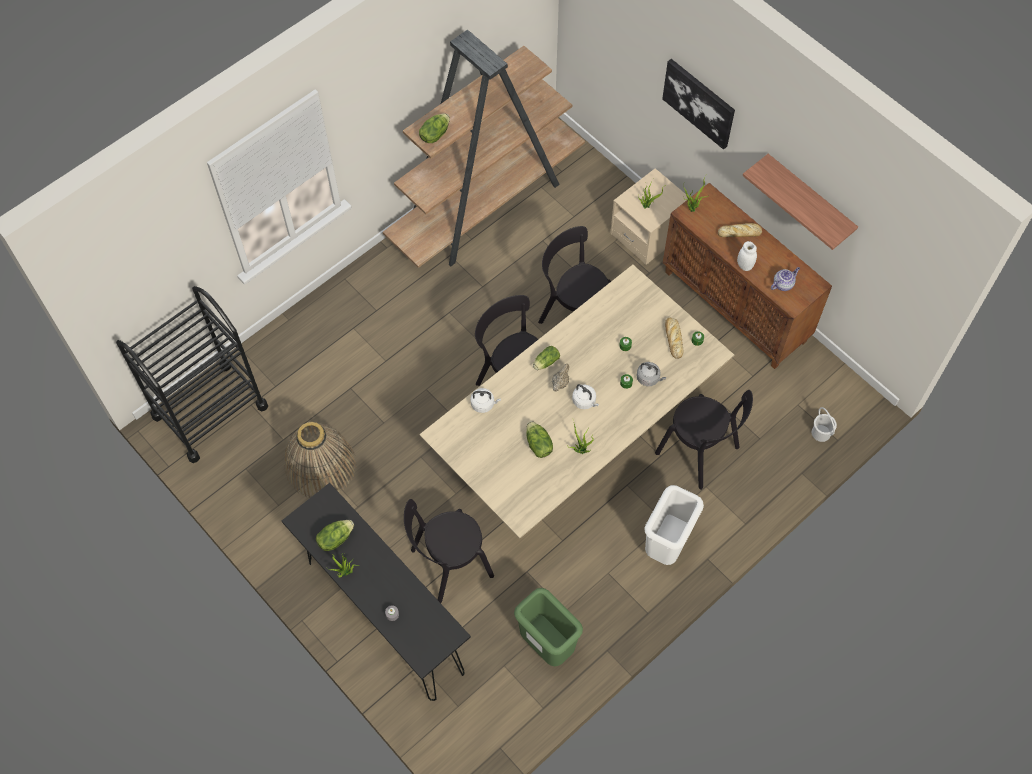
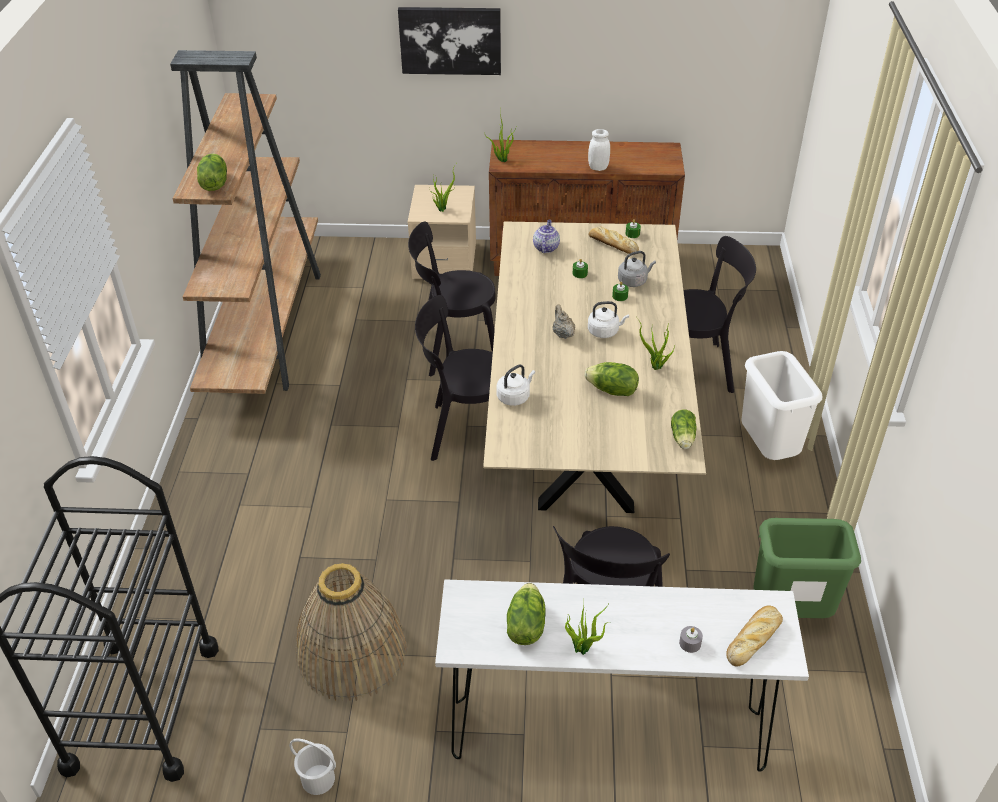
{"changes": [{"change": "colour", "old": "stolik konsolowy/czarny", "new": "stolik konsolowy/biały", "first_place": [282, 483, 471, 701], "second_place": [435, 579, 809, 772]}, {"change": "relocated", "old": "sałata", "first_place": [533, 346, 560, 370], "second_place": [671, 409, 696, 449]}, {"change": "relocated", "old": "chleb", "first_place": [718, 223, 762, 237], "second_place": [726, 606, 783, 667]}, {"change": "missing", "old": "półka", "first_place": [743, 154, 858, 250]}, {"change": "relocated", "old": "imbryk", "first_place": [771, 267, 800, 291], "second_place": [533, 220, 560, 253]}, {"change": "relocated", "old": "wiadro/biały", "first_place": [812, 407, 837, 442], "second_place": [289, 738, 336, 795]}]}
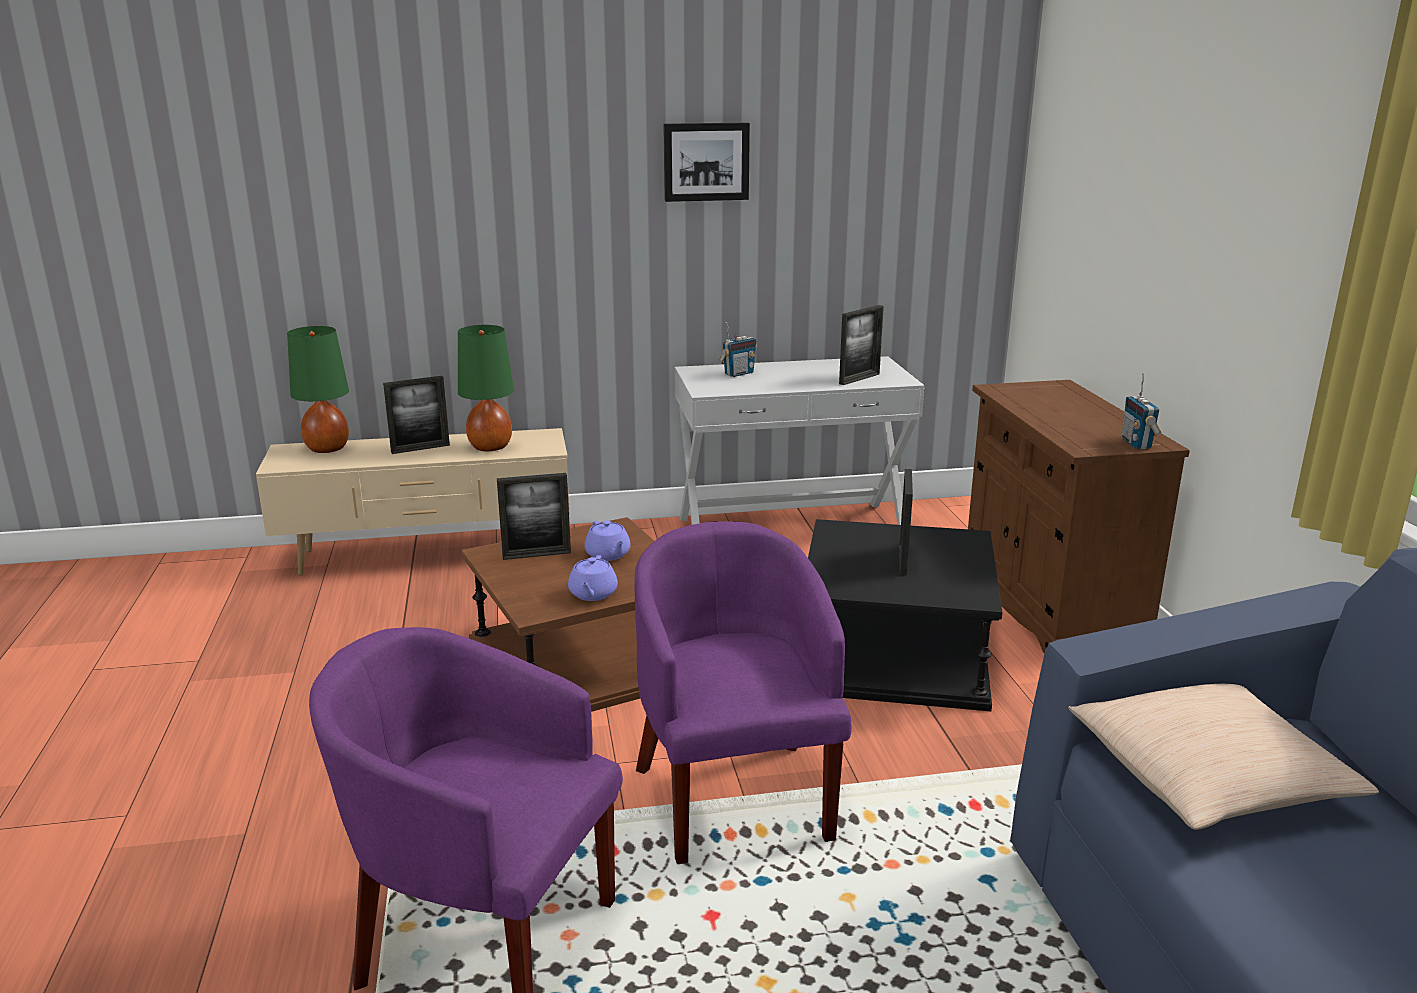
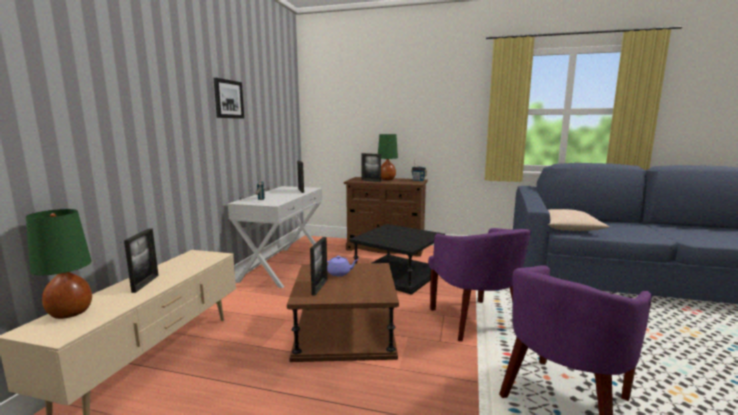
{"changes": [{"change": "relocated", "old": "lampa stołowa/zielony", "first_place": [458, 325, 514, 452], "second_place": [378, 134, 398, 180]}, {"change": "missing", "old": "imbryk/fioletowy", "first_place": [568, 555, 618, 601]}, {"change": "spun", "old": "fotel/fioletowy", "first_place": [635, 521, 851, 864], "second_place": [428, 228, 531, 341], "degrees": -120}, {"change": "relocated", "old": "ramka na zdjęcie", "first_place": [899, 469, 913, 575], "second_place": [361, 153, 381, 182]}]}
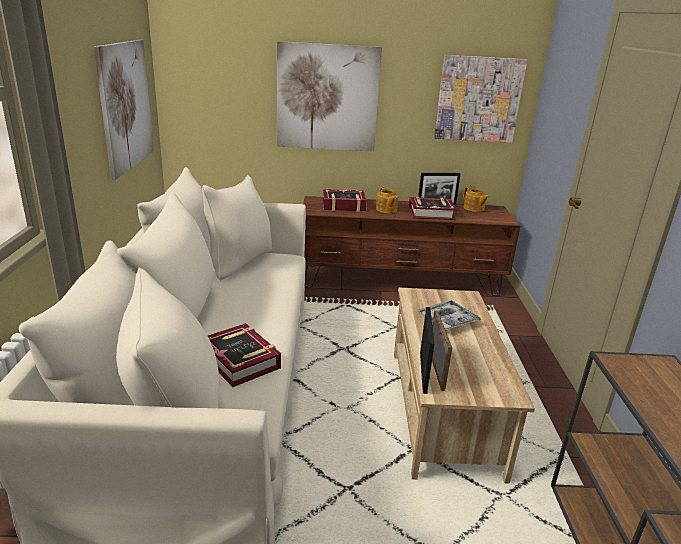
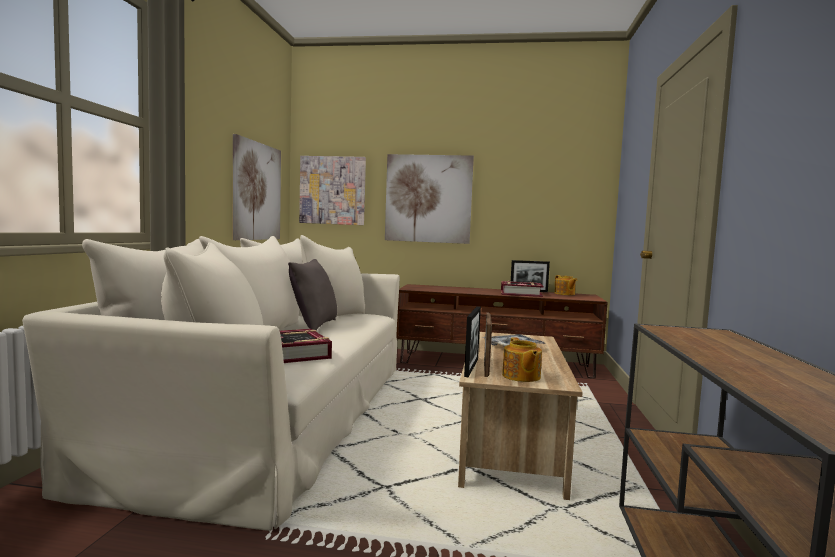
{"changes": [{"change": "missing", "old": "książka", "first_place": [323, 189, 367, 212]}, {"change": "relocated", "old": "imbryk", "first_place": [376, 187, 398, 213], "second_place": [502, 338, 542, 382]}, {"change": "relocated", "old": "obraz", "first_place": [434, 55, 527, 143], "second_place": [299, 156, 366, 225]}, {"change": "appeared", "new": "poduszka/szary", "second_place": [288, 259, 337, 330]}]}
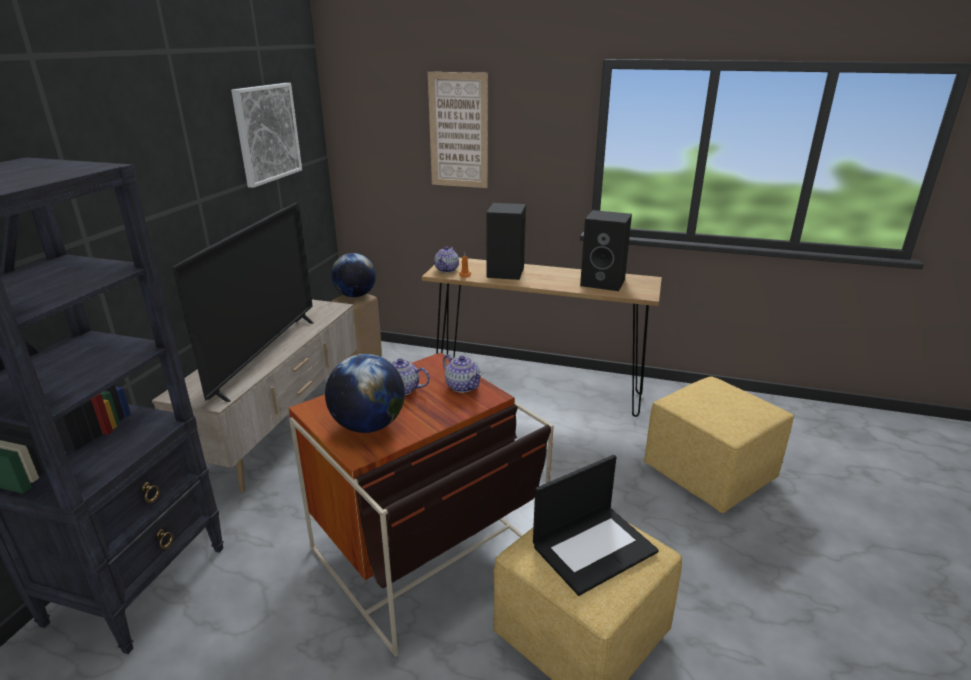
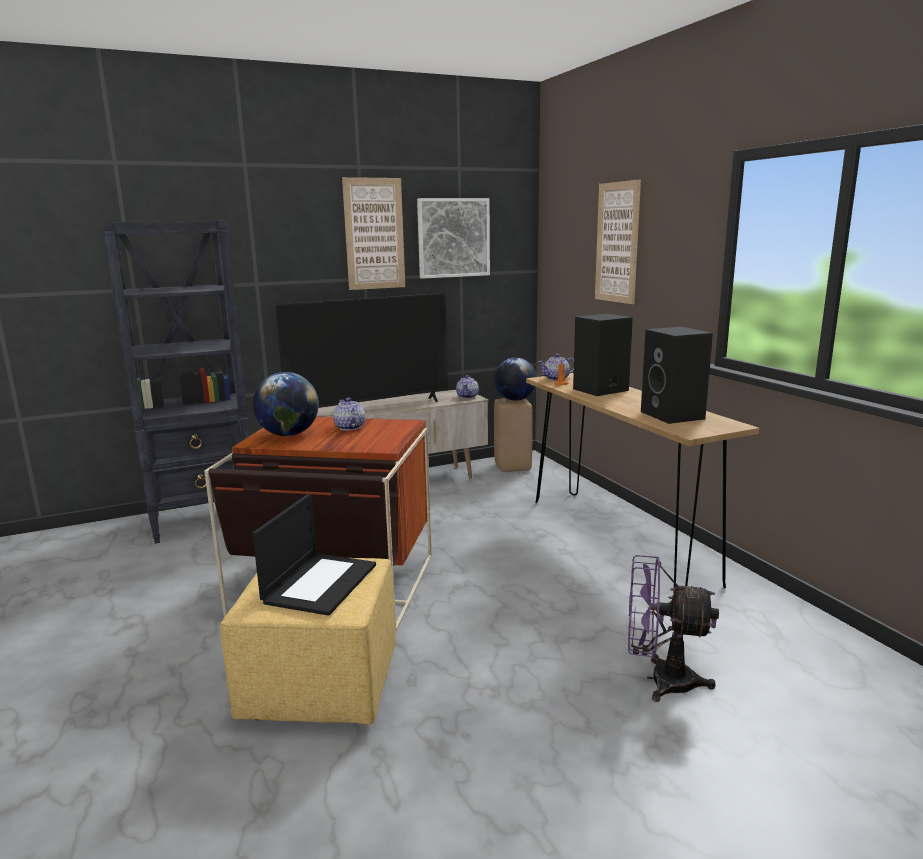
{"changes": [{"change": "relocated", "old": "imbryk", "first_place": [443, 354, 483, 393], "second_place": [456, 375, 479, 399]}, {"change": "spun", "old": "laptop", "first_place": [533, 455, 659, 596], "second_place": [253, 493, 376, 616], "degrees": -90}, {"change": "exchanged", "old": "pufa/żółty", "new": "wentylator/fioletowy", "first_place": [644, 376, 794, 513], "second_place": [628, 555, 719, 702]}, {"change": "appeared", "new": "obraz", "second_place": [342, 177, 405, 290]}]}
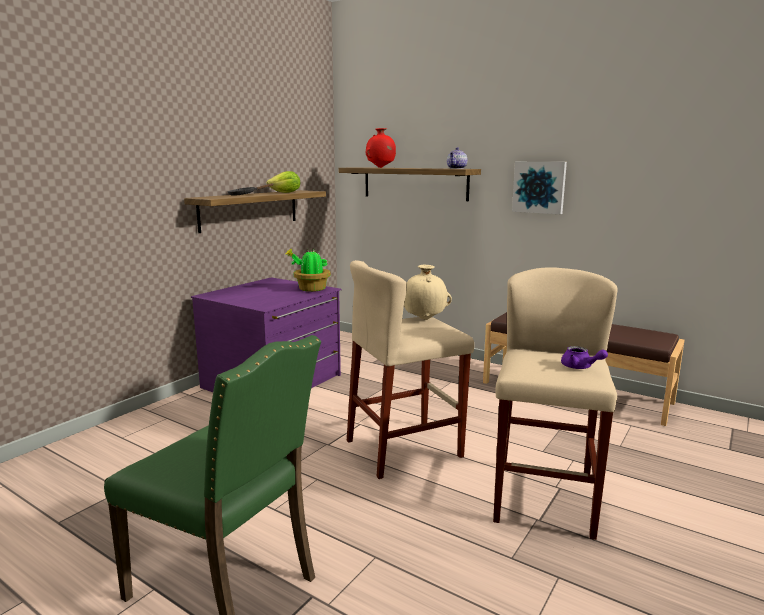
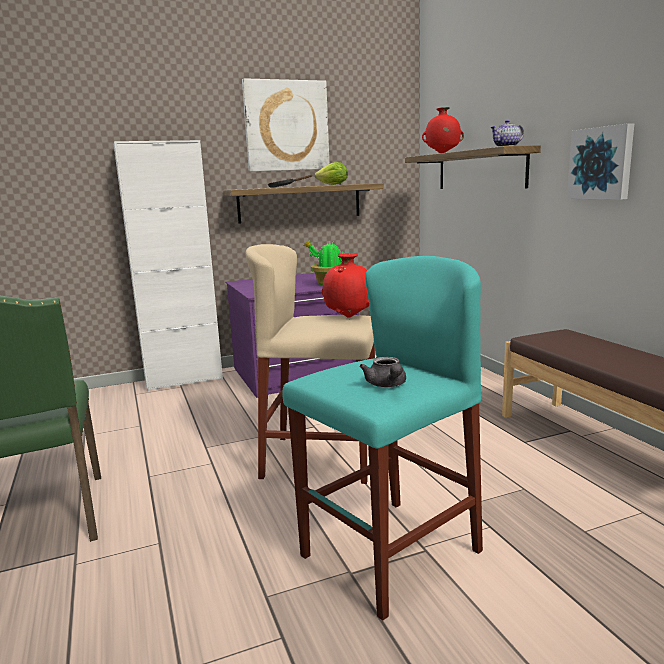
{"changes": [{"change": "colour", "old": "wazon/beżowy", "new": "wazon/czerwony", "first_place": [404, 265, 452, 320], "second_place": [322, 253, 369, 318]}, {"change": "colour", "old": "stołek/beżowy", "new": "stołek/turkusowy", "first_place": [493, 267, 618, 540], "second_place": [282, 256, 483, 621]}, {"change": "colour", "old": "imbryk/fioletowy", "new": "imbryk/szary", "first_place": [561, 346, 608, 369], "second_place": [360, 357, 406, 387]}, {"change": "appeared", "new": "szafka/biały", "second_place": [114, 140, 223, 391]}, {"change": "appeared", "new": "obraz", "second_place": [242, 78, 330, 172]}]}
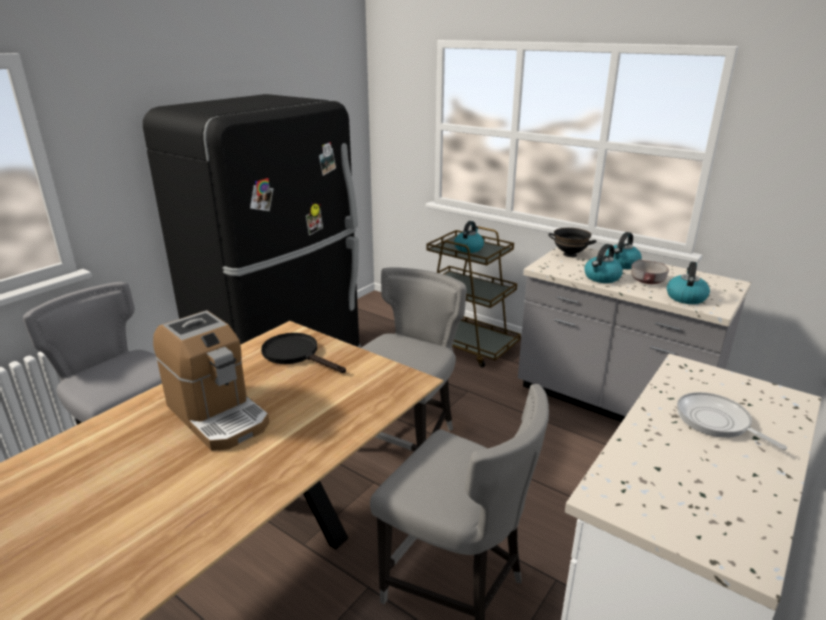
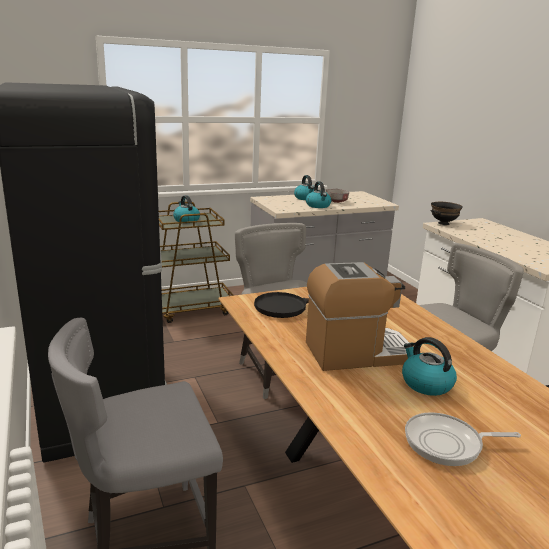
{"changes": [{"change": "relocated", "old": "miska/czarny", "first_place": [548, 228, 597, 257], "second_place": [430, 202, 463, 225]}, {"change": "relocated", "old": "czajnik", "first_place": [667, 262, 710, 304], "second_place": [402, 337, 457, 396]}, {"change": "relocated", "old": "patelnia", "first_place": [677, 392, 787, 450], "second_place": [405, 412, 521, 466]}]}
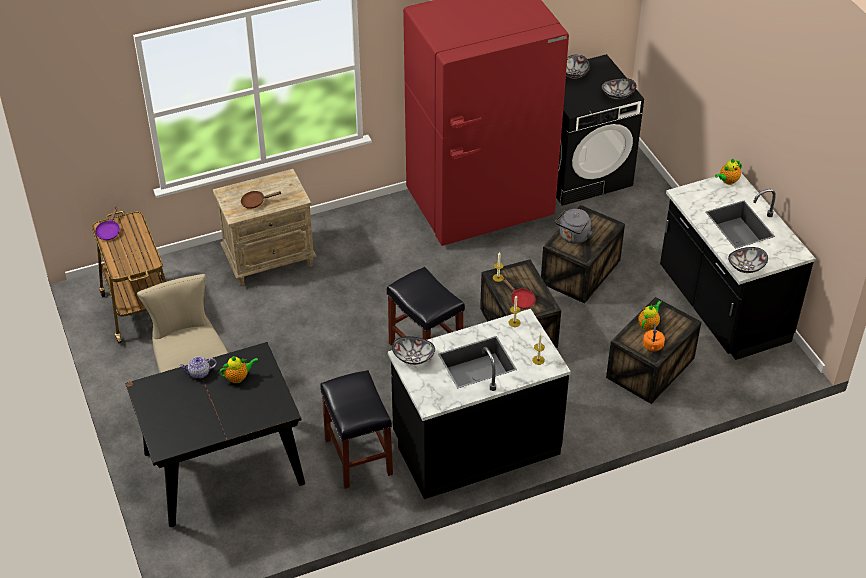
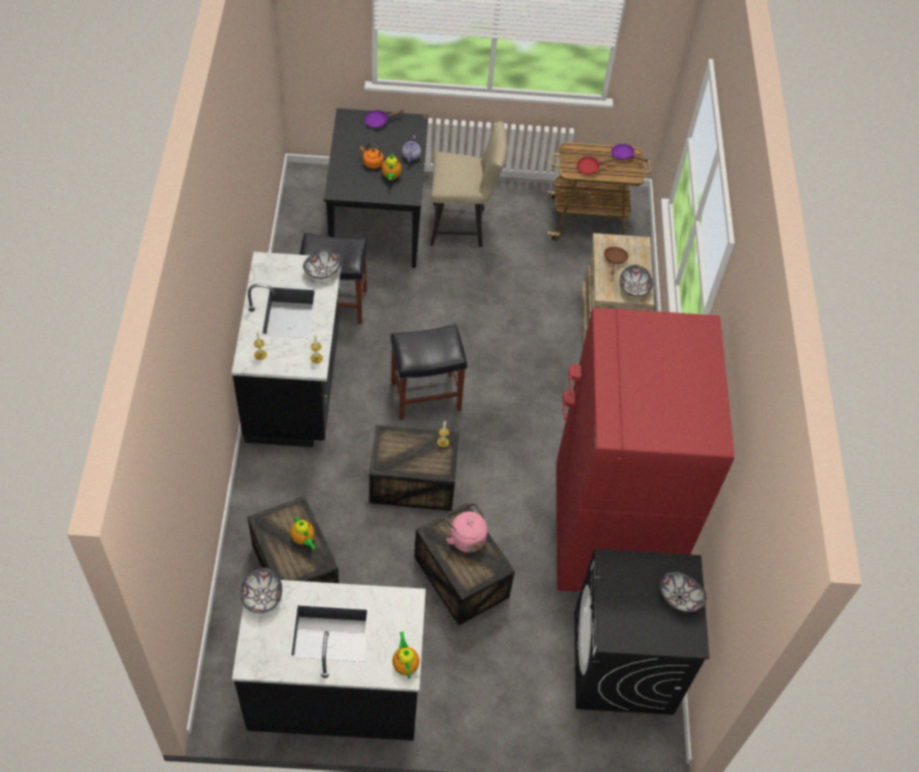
{"changes": [{"change": "relocated", "old": "patelnia/czerwony", "first_place": [503, 278, 536, 309], "second_place": [577, 156, 616, 175]}, {"change": "colour", "old": "czajnik/szary", "new": "czajnik/różowy", "first_place": [555, 209, 595, 244], "second_place": [445, 503, 488, 553]}, {"change": "relocated", "old": "miska", "first_place": [601, 78, 637, 99], "second_place": [620, 265, 652, 297]}, {"change": "relocated", "old": "czajnik/pomarańczowy", "first_place": [643, 323, 665, 351], "second_place": [360, 143, 383, 169]}, {"change": "appeared", "new": "patelnia/fioletowy", "second_place": [365, 110, 403, 128]}]}
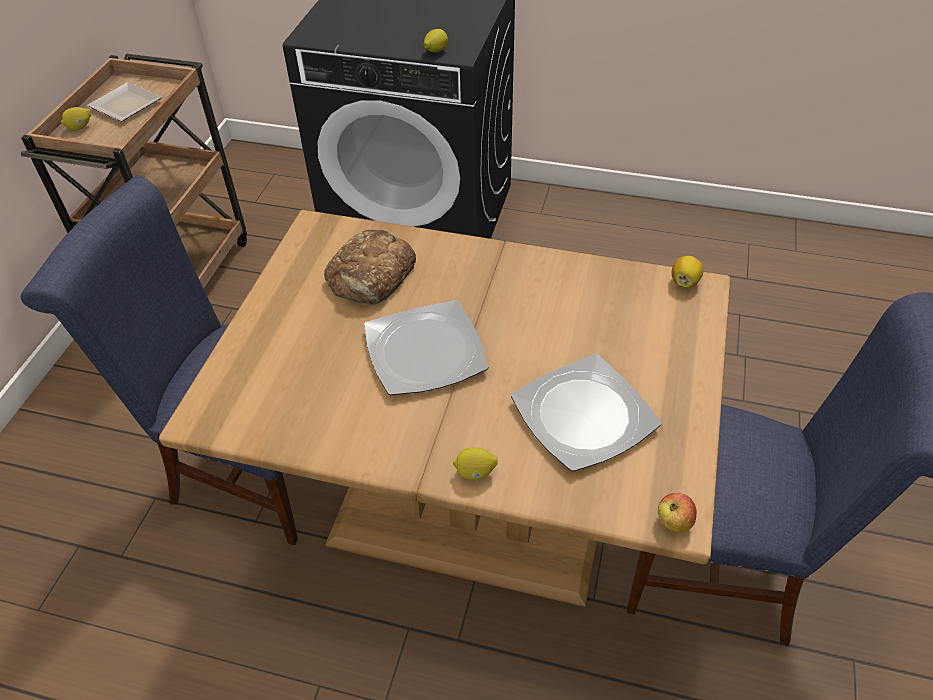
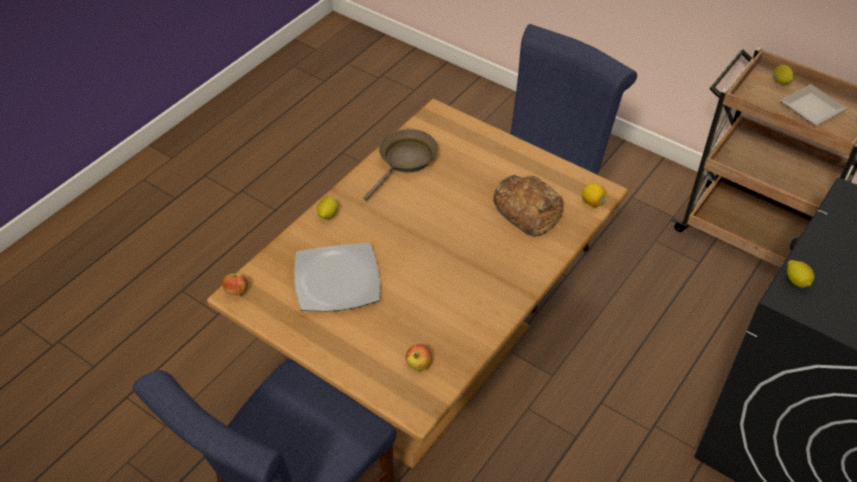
{"changes": [{"change": "missing", "old": "talerz", "first_place": [364, 300, 489, 395]}, {"change": "relocated", "old": "cytryna", "first_place": [672, 256, 703, 288], "second_place": [582, 183, 607, 207]}, {"change": "appeared", "new": "patelnia/brązowy", "second_place": [364, 129, 438, 201]}, {"change": "appeared", "new": "jabłko", "second_place": [406, 344, 432, 371]}]}
